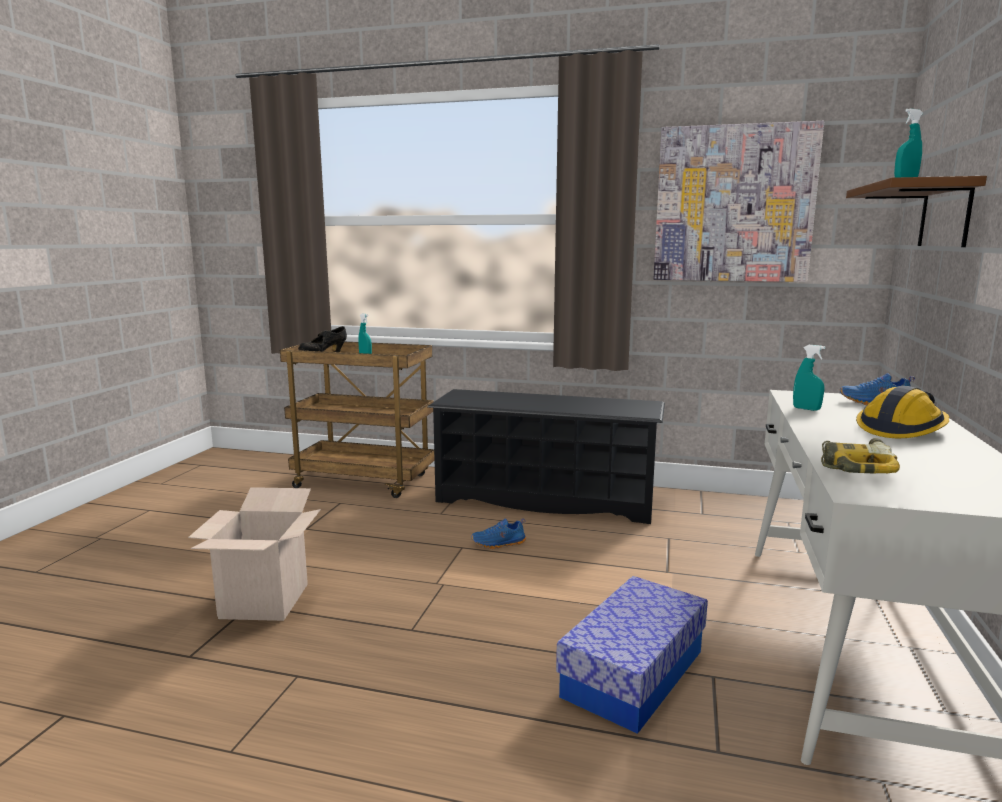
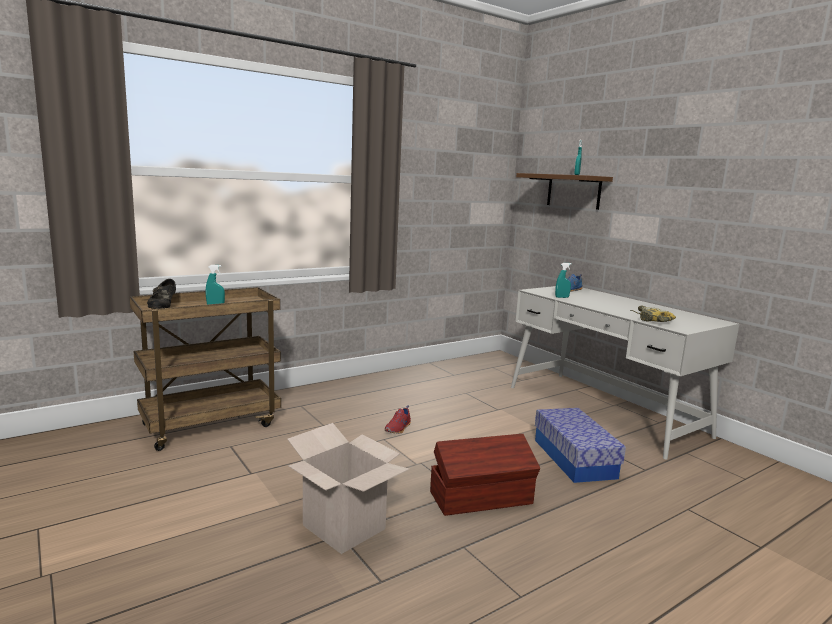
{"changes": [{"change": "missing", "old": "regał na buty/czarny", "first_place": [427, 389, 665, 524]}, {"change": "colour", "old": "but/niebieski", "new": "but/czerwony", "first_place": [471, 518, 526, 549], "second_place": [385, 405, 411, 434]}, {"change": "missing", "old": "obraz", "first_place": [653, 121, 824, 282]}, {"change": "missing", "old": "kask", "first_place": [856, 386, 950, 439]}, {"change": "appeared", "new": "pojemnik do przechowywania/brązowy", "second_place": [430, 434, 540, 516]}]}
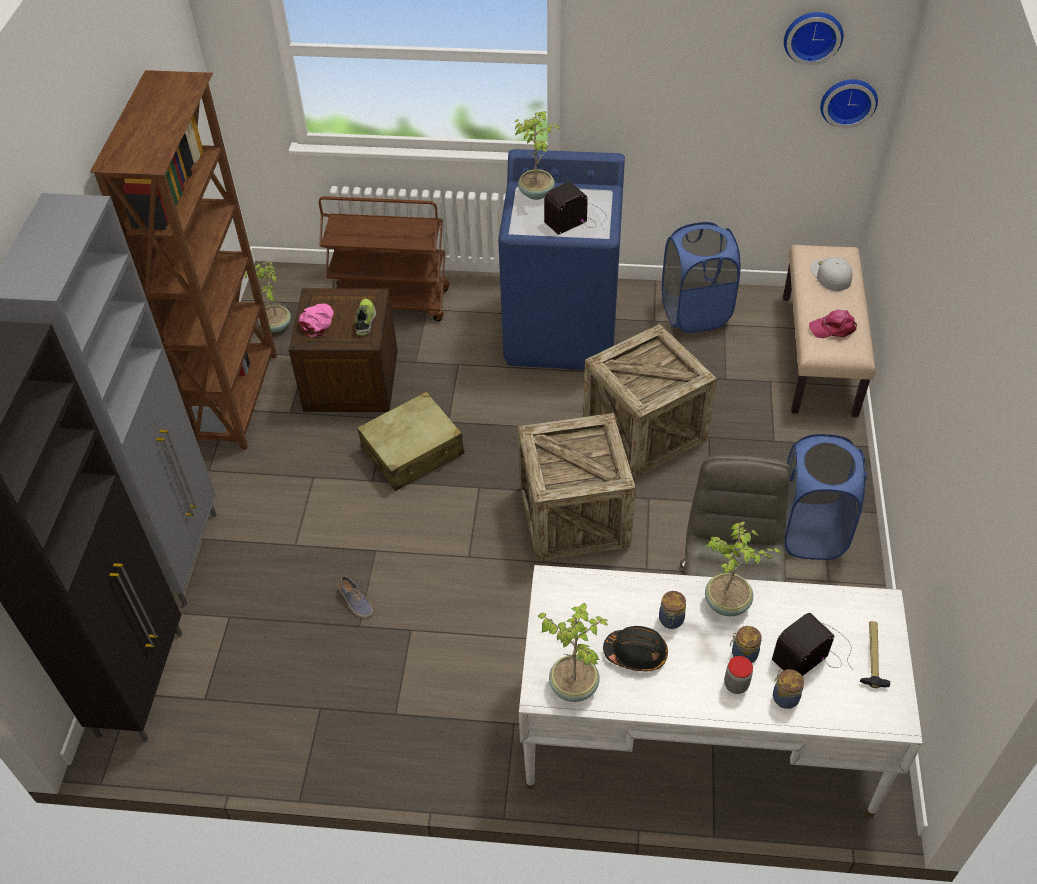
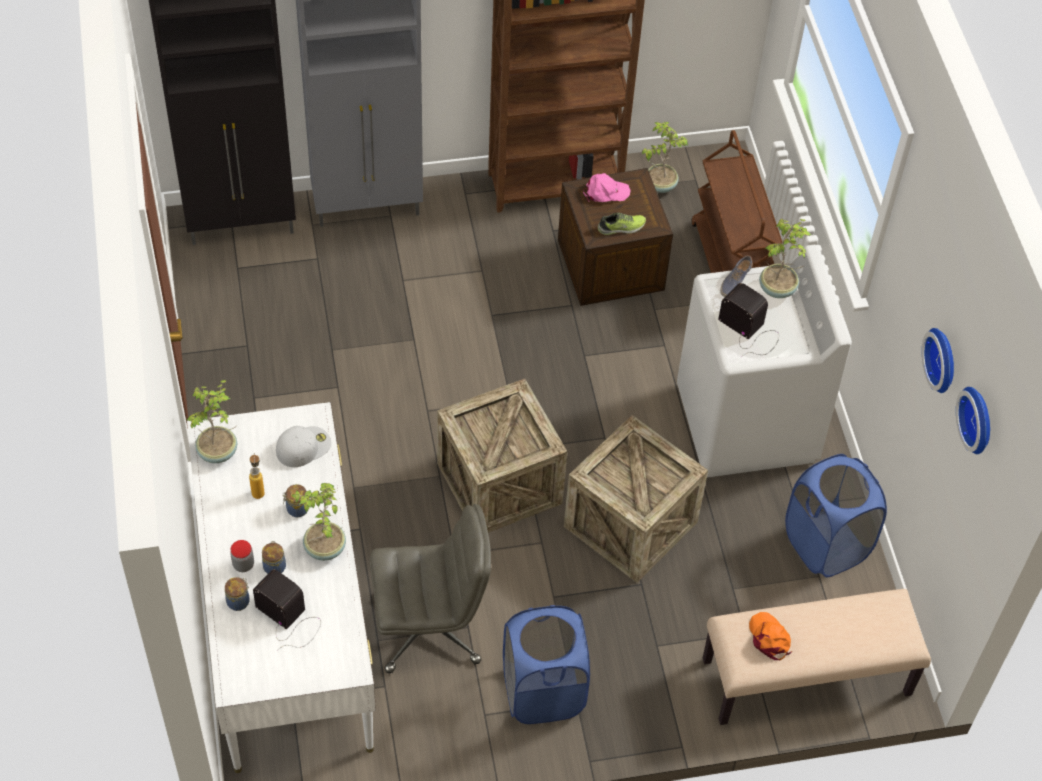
{"changes": [{"change": "relocated", "old": "but", "first_place": [338, 576, 373, 619], "second_place": [720, 255, 753, 297]}, {"change": "missing", "old": "walizka/beżowy", "first_place": [357, 391, 464, 491]}, {"change": "colour", "old": "pralka/niebieski", "new": "pralka/biały", "first_place": [498, 149, 625, 370], "second_place": [677, 245, 852, 477]}, {"change": "exchanged", "old": "kask/czarny", "new": "butelka", "first_place": [603, 626, 668, 671], "second_place": [249, 453, 265, 499]}, {"change": "colour", "old": "czapka z daszkiem/różowy", "new": "czapka z daszkiem/pomarańczowy", "first_place": [809, 310, 857, 338], "second_place": [749, 612, 792, 660]}, {"change": "relocated", "old": "czapka z daszkiem/biały", "first_place": [810, 257, 852, 291], "second_place": [276, 426, 331, 467]}, {"change": "relocated", "old": "zegar ścienny", "first_place": [820, 79, 878, 129], "second_place": [922, 328, 954, 393]}, {"change": "missing", "old": "młotek", "first_place": [860, 621, 890, 688]}]}
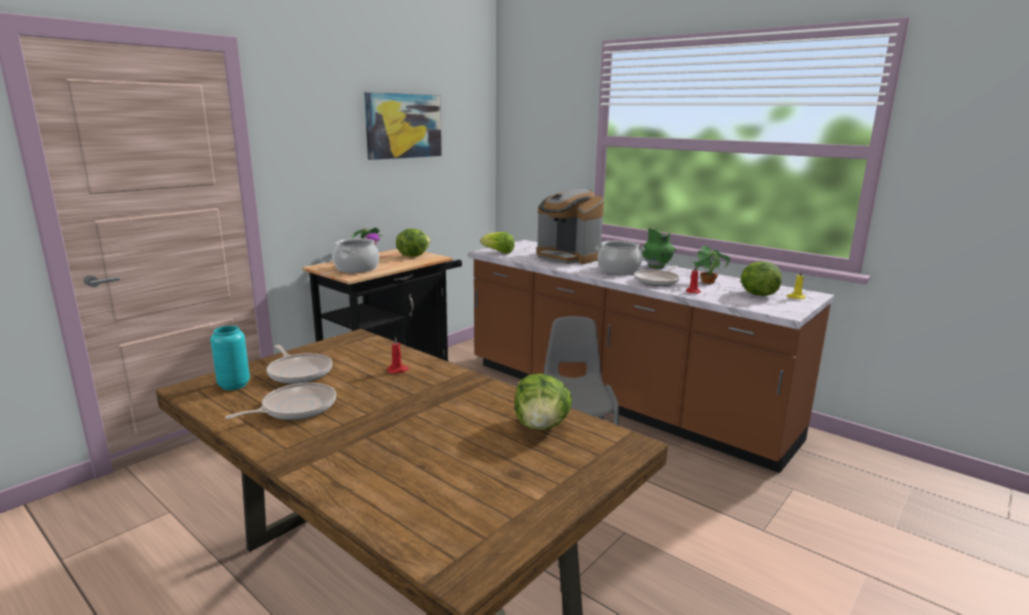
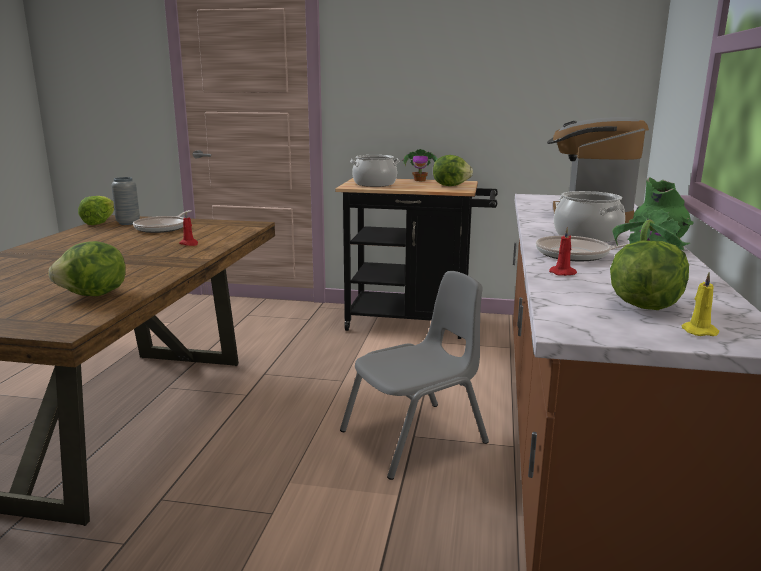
{"changes": [{"change": "colour", "old": "wazon/turkusowy", "new": "wazon/szary", "first_place": [210, 326, 250, 390], "second_place": [111, 177, 140, 225]}, {"change": "missing", "old": "patelnia", "first_place": [225, 382, 336, 420]}, {"change": "missing", "old": "obraz", "first_place": [364, 92, 442, 160]}, {"change": "relocated", "old": "sałata", "first_place": [481, 232, 515, 254], "second_place": [78, 196, 114, 225]}]}
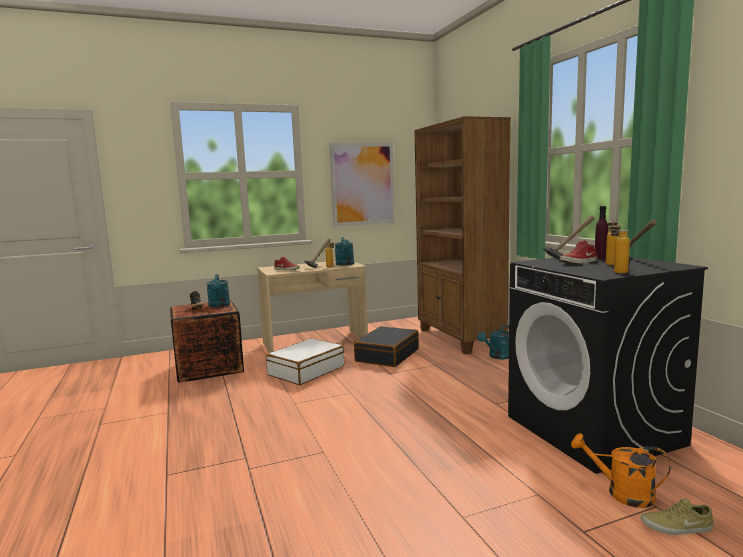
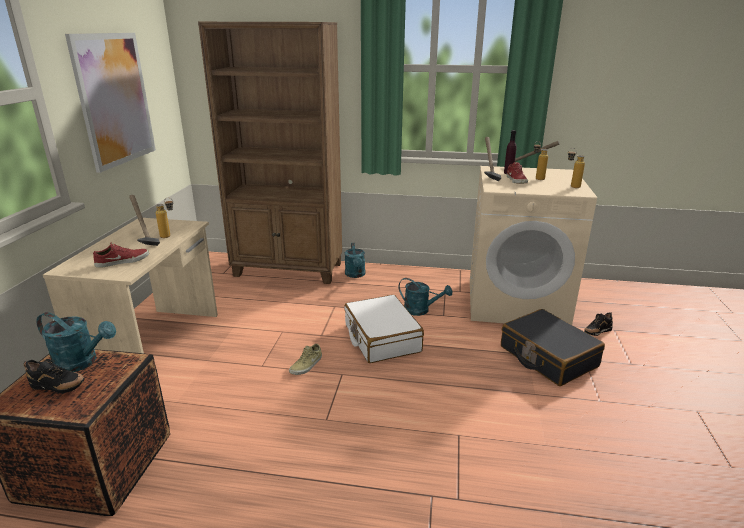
{"changes": [{"change": "relocated", "old": "walizka/biały", "first_place": [266, 338, 344, 385], "second_place": [344, 295, 424, 363]}, {"change": "relocated", "old": "konewka/turkusowy", "first_place": [335, 237, 354, 265], "second_place": [398, 278, 452, 316]}, {"change": "relocated", "old": "walizka/czarny", "first_place": [354, 326, 419, 367], "second_place": [501, 309, 605, 386]}, {"change": "colour", "old": "pralka/czarny", "new": "pralka/beżowy", "first_place": [508, 257, 708, 474], "second_place": [470, 166, 597, 325]}, {"change": "exchanged", "old": "konewka/pomarańczowy", "new": "but/czarny", "first_place": [571, 433, 670, 508], "second_place": [584, 312, 613, 336]}, {"change": "relocated", "old": "but/beżowy", "first_place": [641, 498, 713, 535], "second_place": [289, 344, 322, 375]}]}
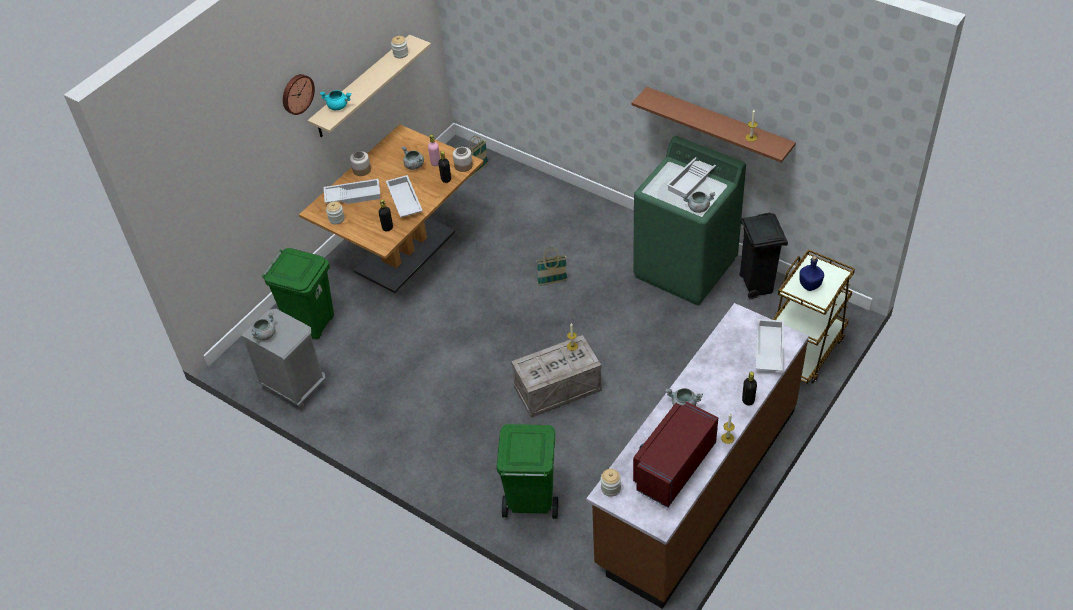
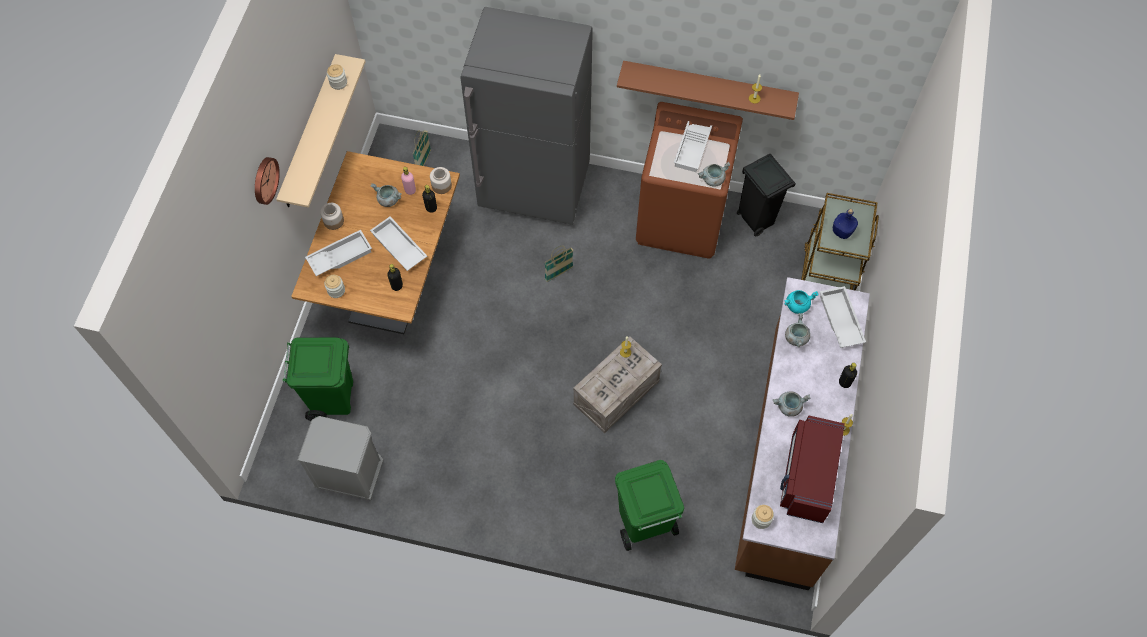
{"changes": [{"change": "relocated", "old": "garnek/szary", "first_place": [251, 312, 275, 341], "second_place": [785, 313, 810, 347]}, {"change": "relocated", "old": "garnek/turkusowy", "first_place": [320, 90, 351, 110], "second_place": [784, 290, 819, 314]}, {"change": "colour", "old": "pralka/zielony", "new": "pralka/brązowy", "first_place": [633, 136, 746, 305], "second_place": [636, 102, 743, 259]}, {"change": "appeared", "new": "lodówka/szary", "second_place": [460, 7, 593, 225]}]}
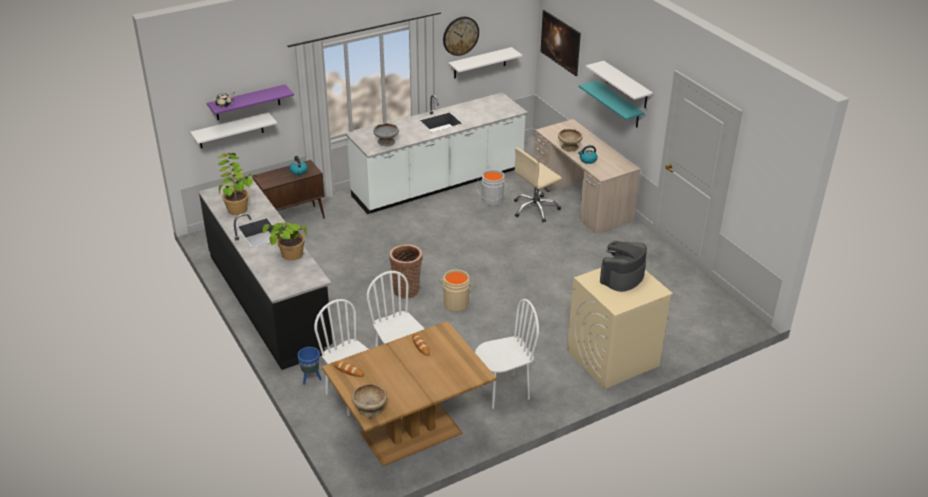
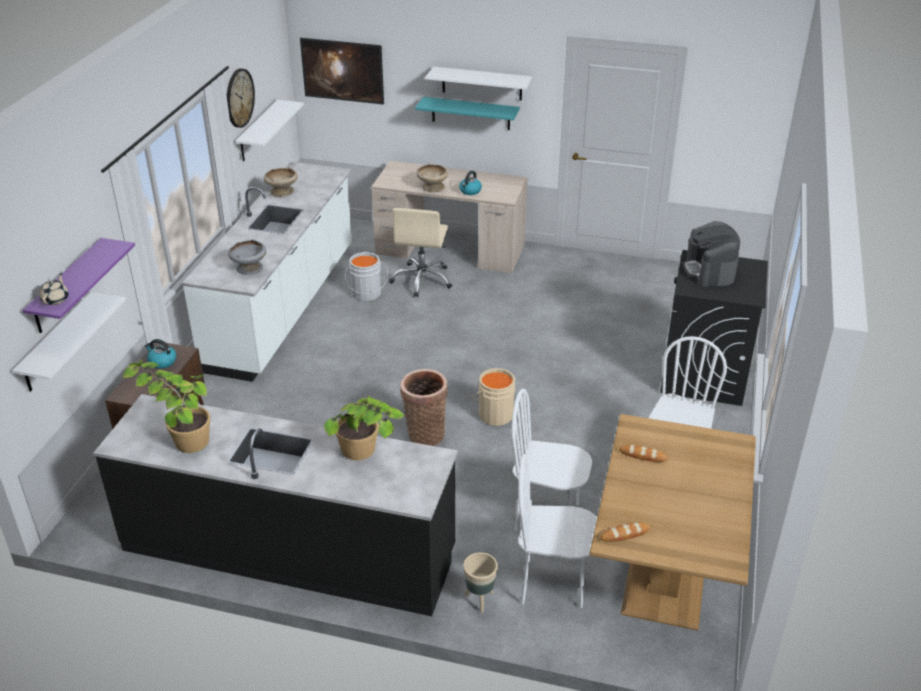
{"changes": [{"change": "colour", "old": "donica/niebieski", "new": "donica/beżowy", "first_place": [297, 347, 322, 385], "second_place": [463, 552, 498, 613]}, {"change": "relocated", "old": "miska/beżowy", "first_place": [351, 384, 387, 418], "second_place": [264, 167, 298, 197]}, {"change": "colour", "old": "pralka/beżowy", "new": "pralka/czarny", "first_place": [567, 268, 673, 389], "second_place": [660, 250, 768, 406]}]}
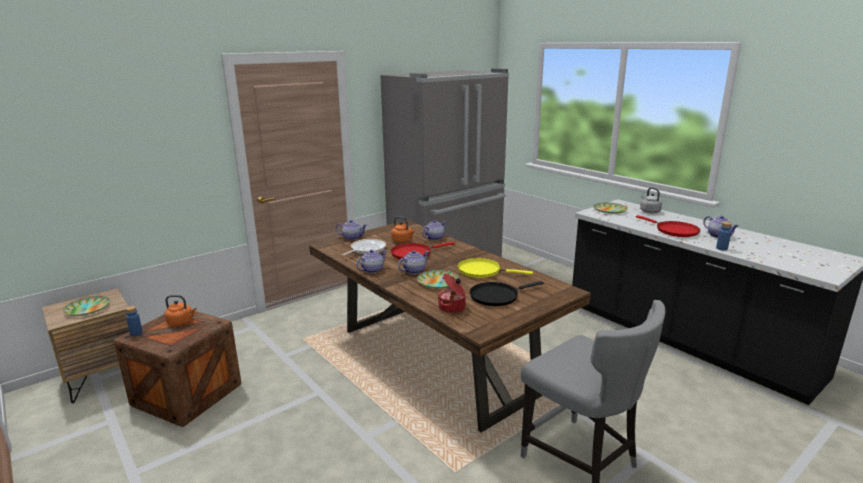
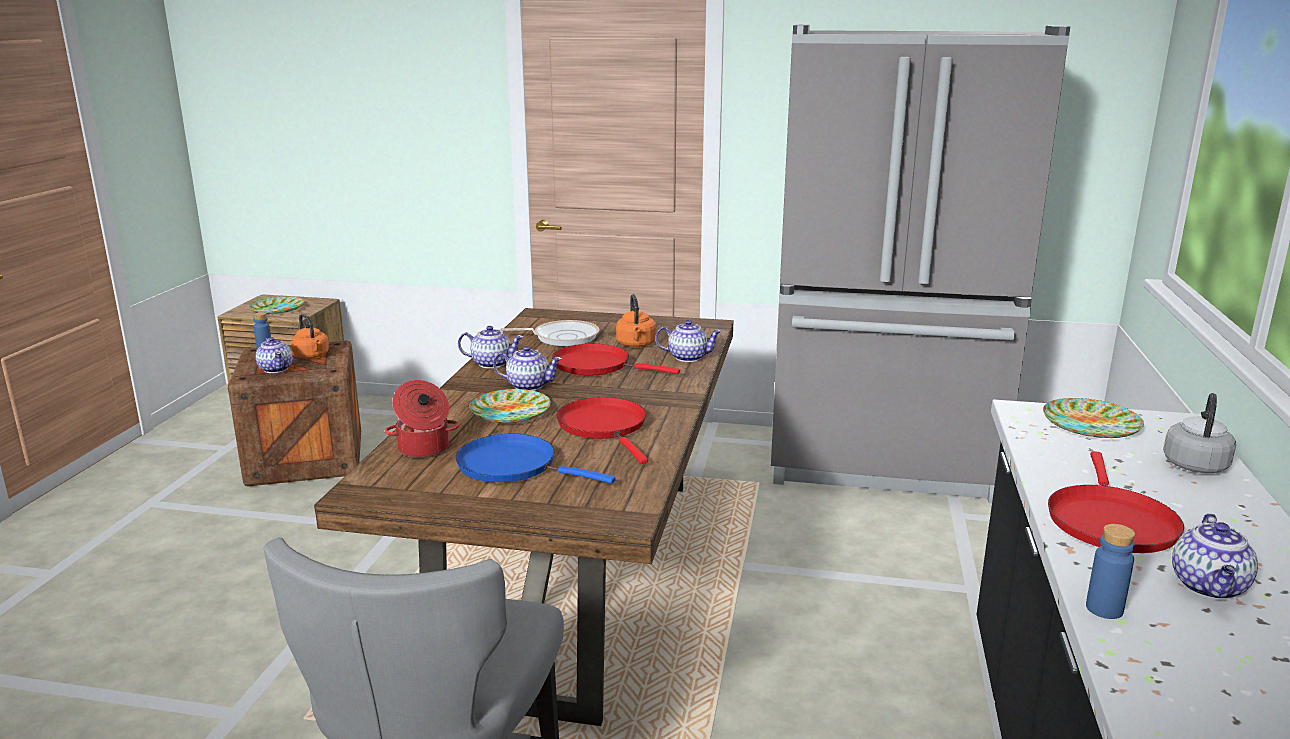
{"changes": [{"change": "relocated", "old": "imbryk", "first_place": [336, 220, 367, 240], "second_place": [256, 337, 293, 373]}, {"change": "colour", "old": "patelnia/żółty", "new": "patelnia/czerwony", "first_place": [457, 258, 533, 278], "second_place": [557, 397, 648, 464]}, {"change": "colour", "old": "patelnia/czarny", "new": "patelnia/niebieski", "first_place": [470, 281, 544, 306], "second_place": [456, 434, 616, 484]}]}
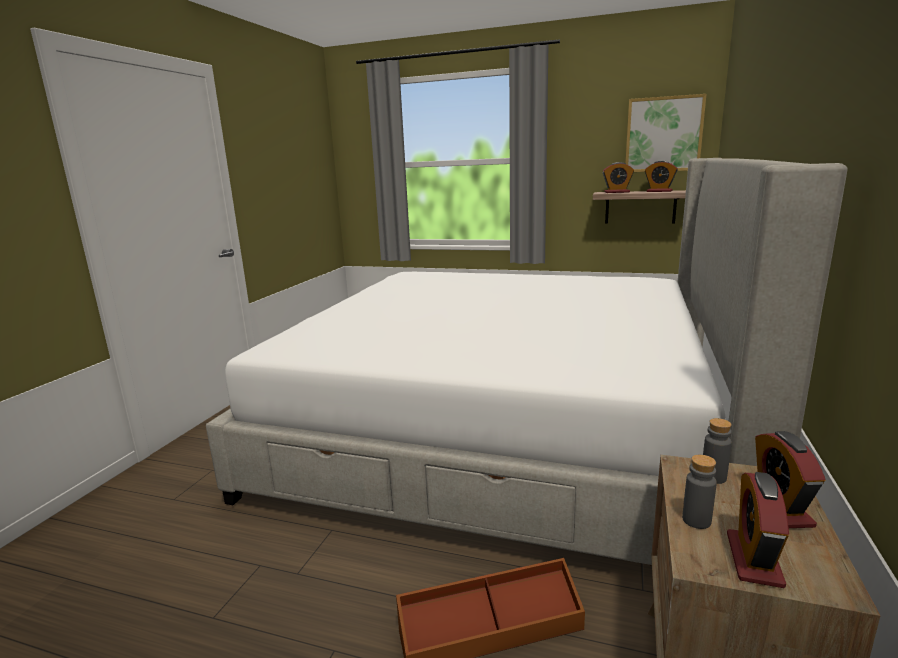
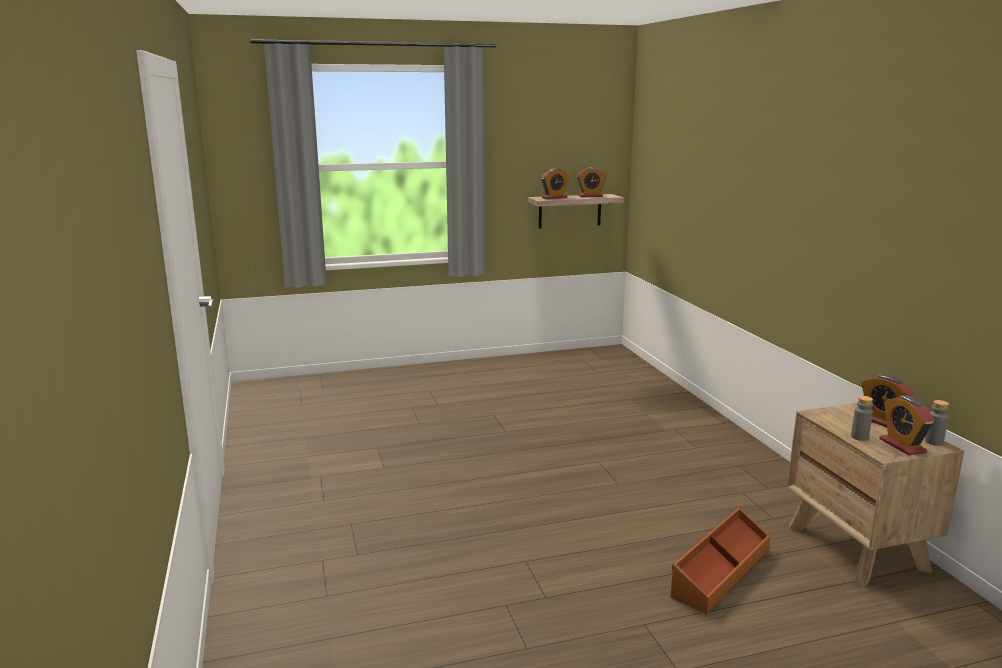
{"changes": [{"change": "missing", "old": "łóżko", "first_place": [206, 158, 847, 565]}, {"change": "missing", "old": "obraz", "first_place": [625, 94, 706, 172]}, {"change": "relocated", "old": "butelka/szary", "first_place": [703, 418, 732, 484], "second_place": [925, 400, 949, 446]}]}
